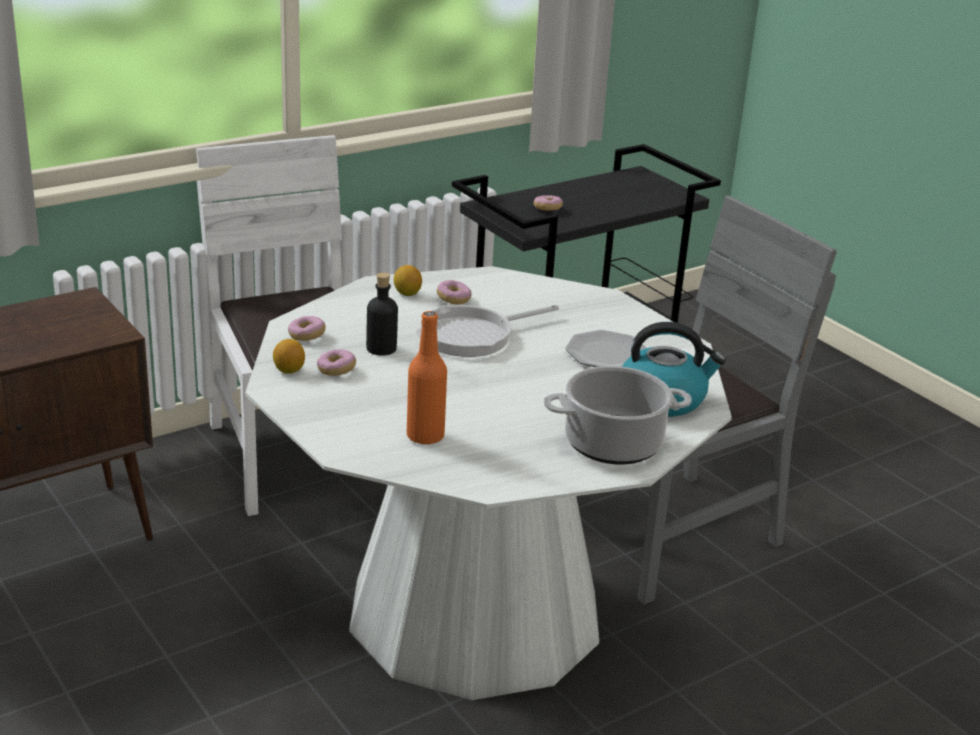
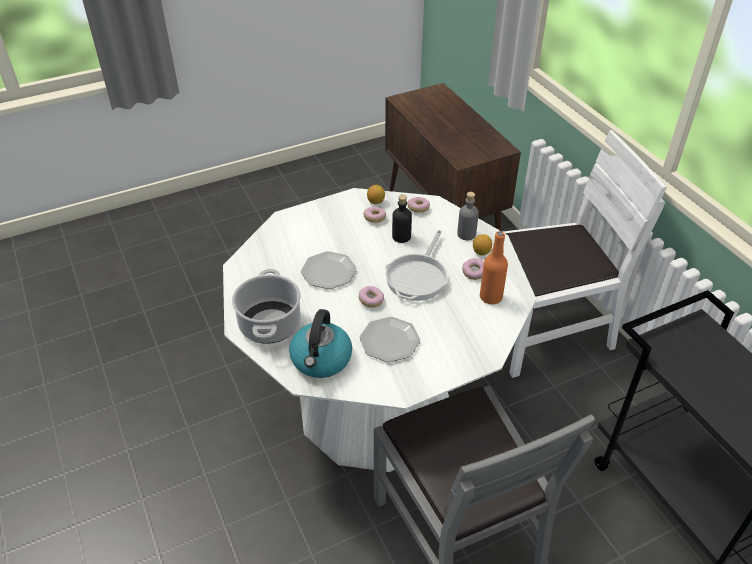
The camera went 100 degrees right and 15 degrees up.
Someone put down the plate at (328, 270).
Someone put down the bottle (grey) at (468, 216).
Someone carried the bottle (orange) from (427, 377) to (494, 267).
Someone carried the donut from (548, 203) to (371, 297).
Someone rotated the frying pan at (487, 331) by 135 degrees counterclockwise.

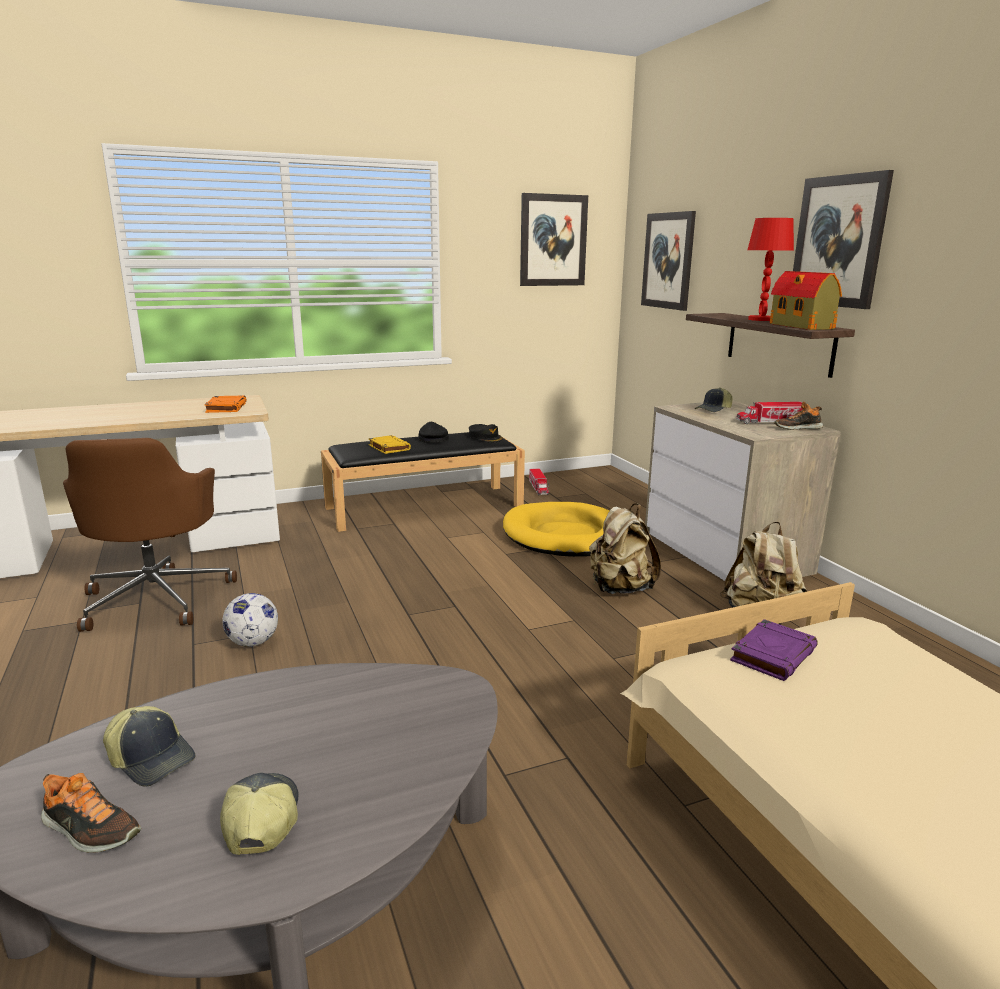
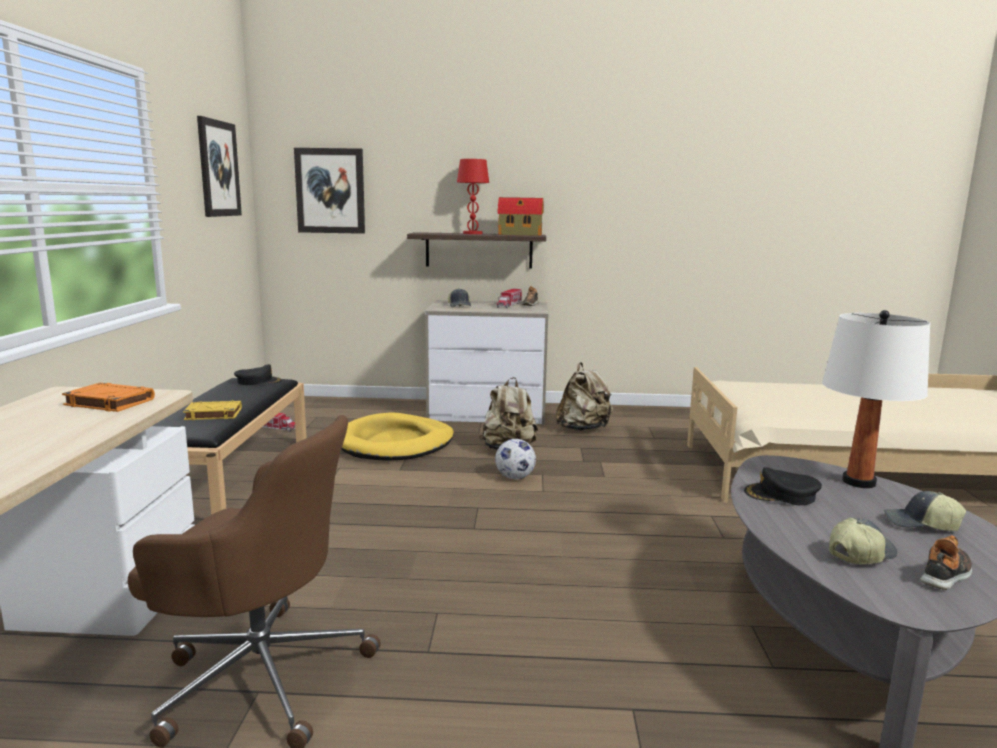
The camera went 65 degrees left and 5 degrees down.
Someone took away the book (purple) at (774, 650).
Someone took away the picture at (843, 239).
Someone put down the table lamp (white) at (876, 399).
Someone carried the football from (250, 620) to (515, 459).
Someone carried the cap (black) from (433, 432) to (783, 486).

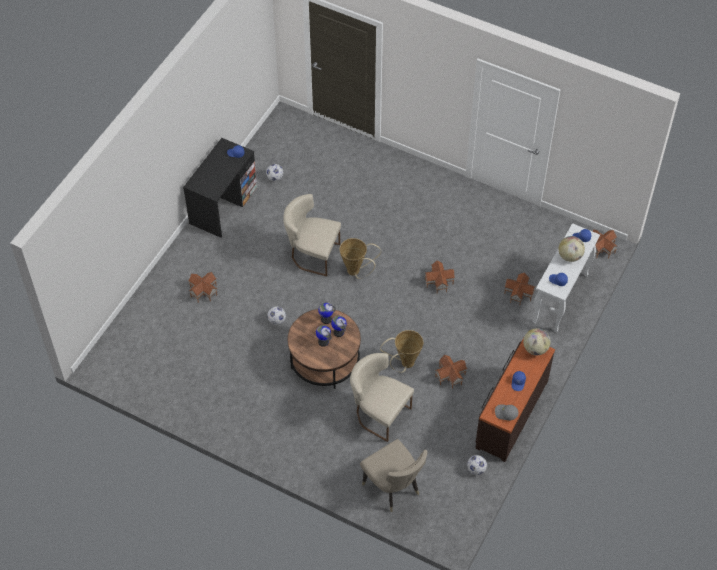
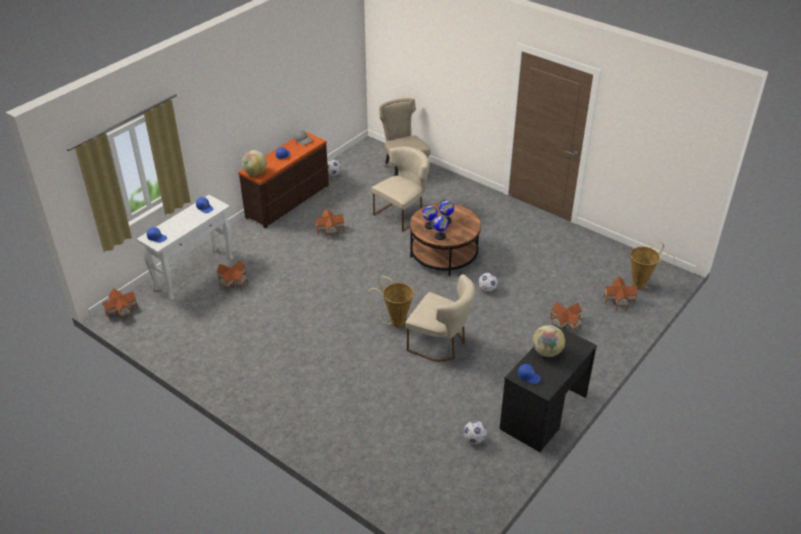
The camera went 170 degrees left and 15 degrees down.
Someone carried the basket from (401, 351) to (652, 266).
Someone carried the toy house from (440, 276) to (620, 294).
Someone carried the globe from (571, 249) to (549, 341).
Someone rotated the chair (beige) at (382, 397) by 90 degrees counterclockwise.

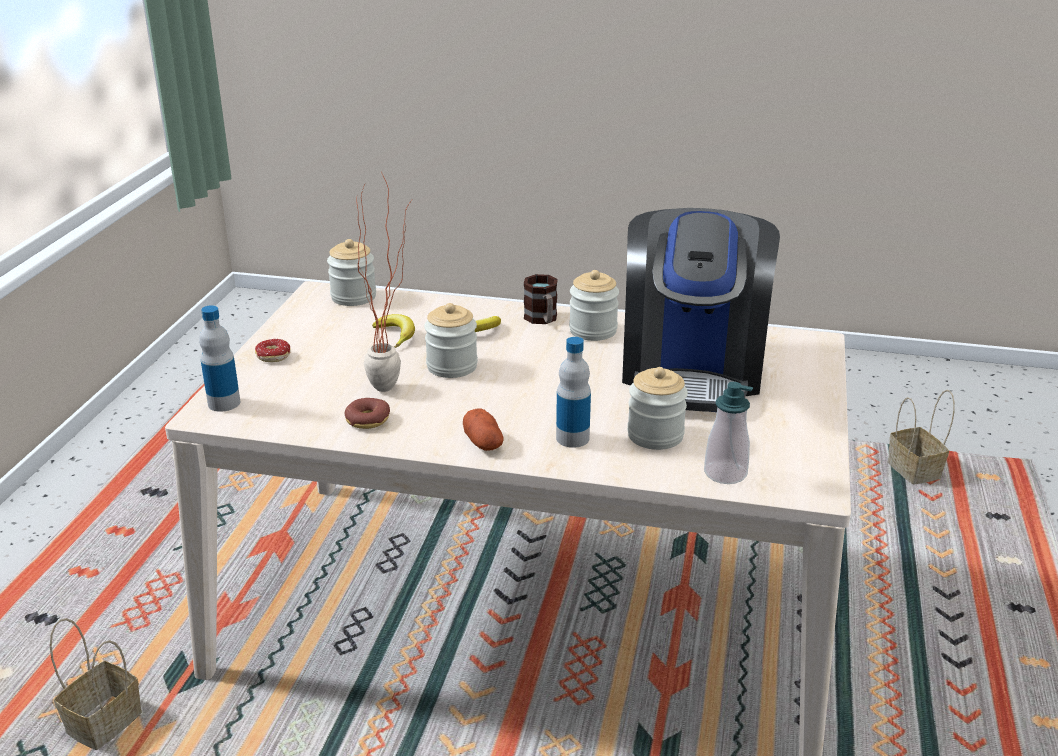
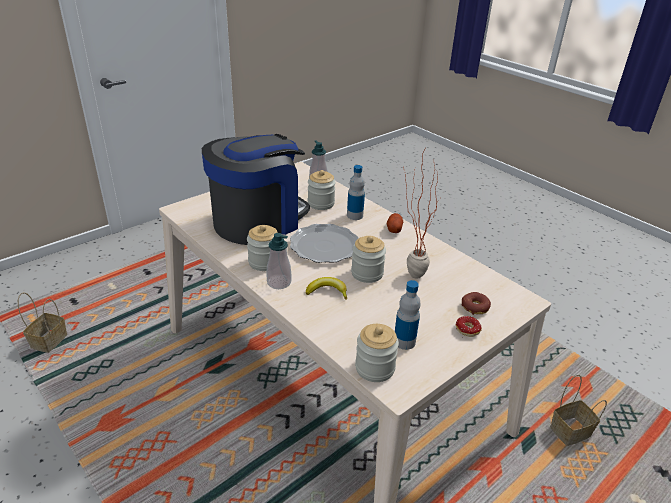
The camera went 145 degrees left and 5 degrees up.
Someone took away the banana at (393, 331).
Someone put down the plate at (324, 243).
Someone carried the bottle from (219, 358) to (408, 315).
Someone carried the donut from (367, 413) to (476, 303).
Someone swapped the mug at (541, 299) for the soap dispenser at (279, 261).

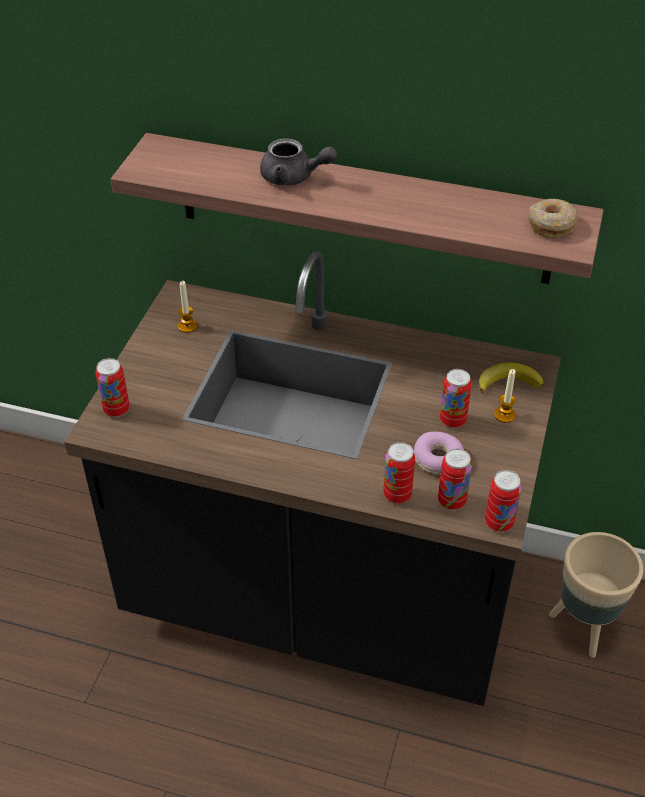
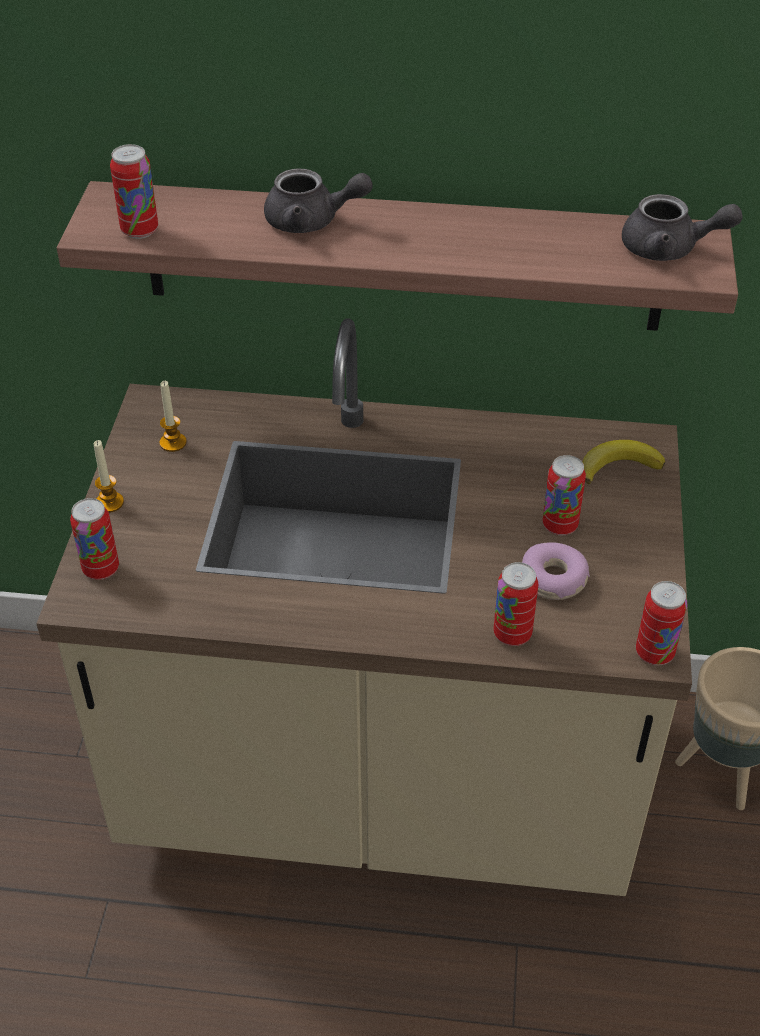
The camera went 10 degrees left and 0 degrees up.
Someone carried the can from (455, 479) to (134, 191).
Someone carried the candle from (505, 396) to (109, 476).
Someone swapped the donut at (553, 218) for the teapot (grey) at (682, 227).
Someone repainted the counter (black) at (312, 478), which became the counter (beige) at (364, 607).

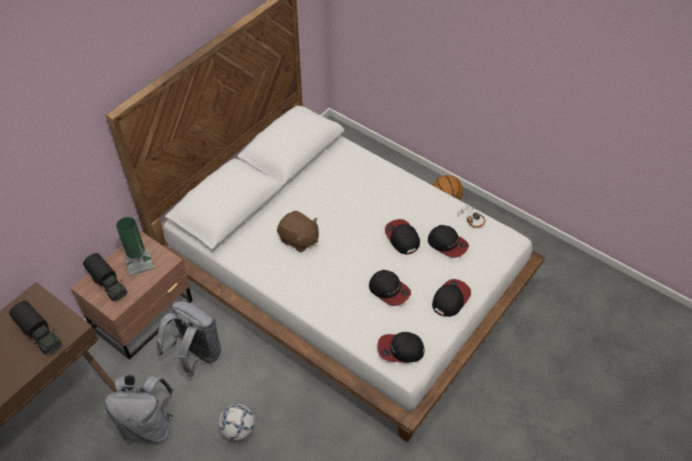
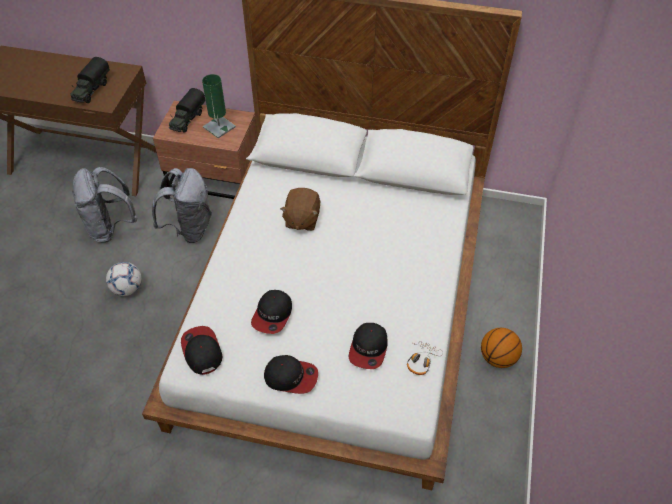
The camera went 65 degrees right and 0 degrees up.
Someone took away the cap at (402, 236).

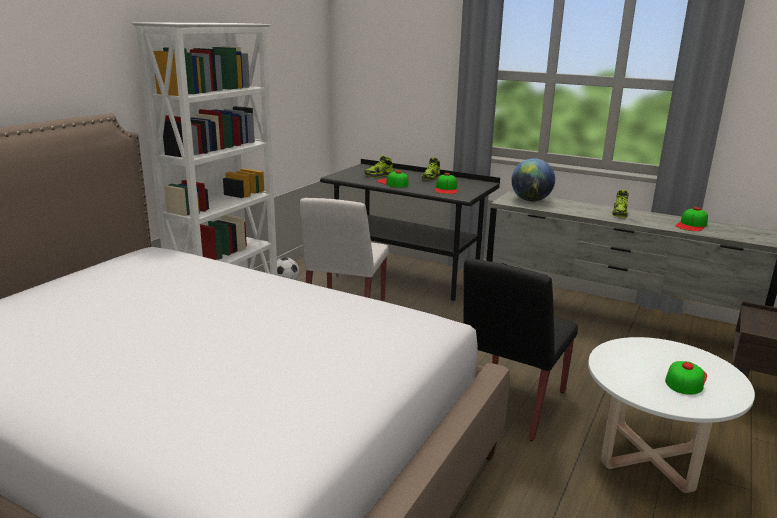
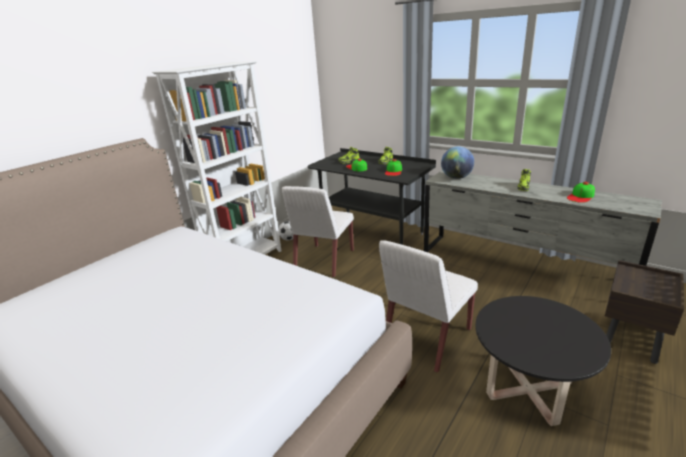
The camera went 10 degrees right and 5 degrees up.
Someone took away the cap at (686, 378).
Someone repainted the chair (black) at (520, 349), which became the chair (white) at (428, 306).
Someone repainted the coffee table (white) at (671, 415), which became the coffee table (black) at (543, 361).

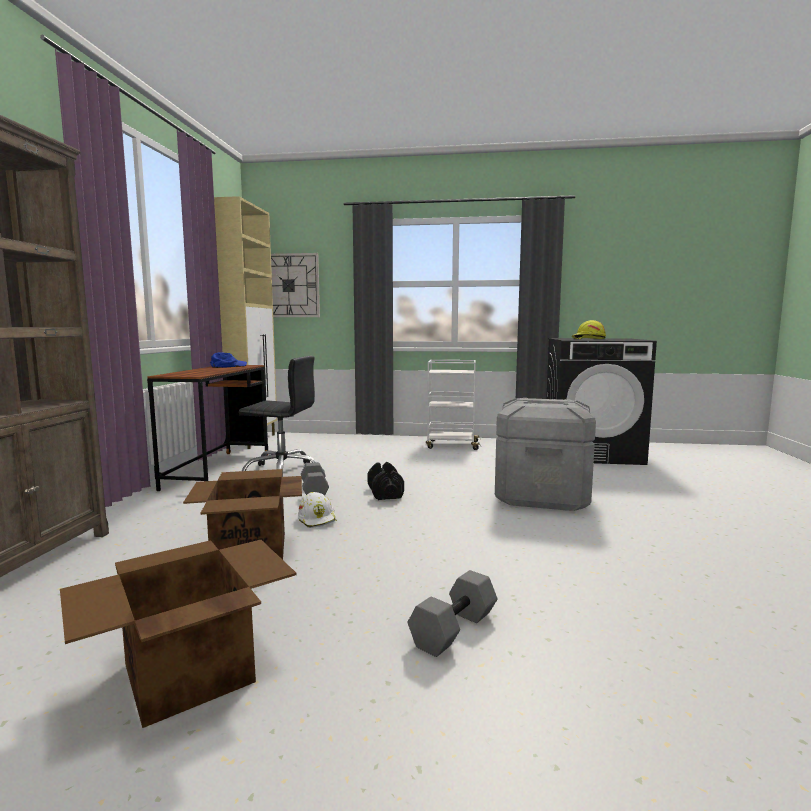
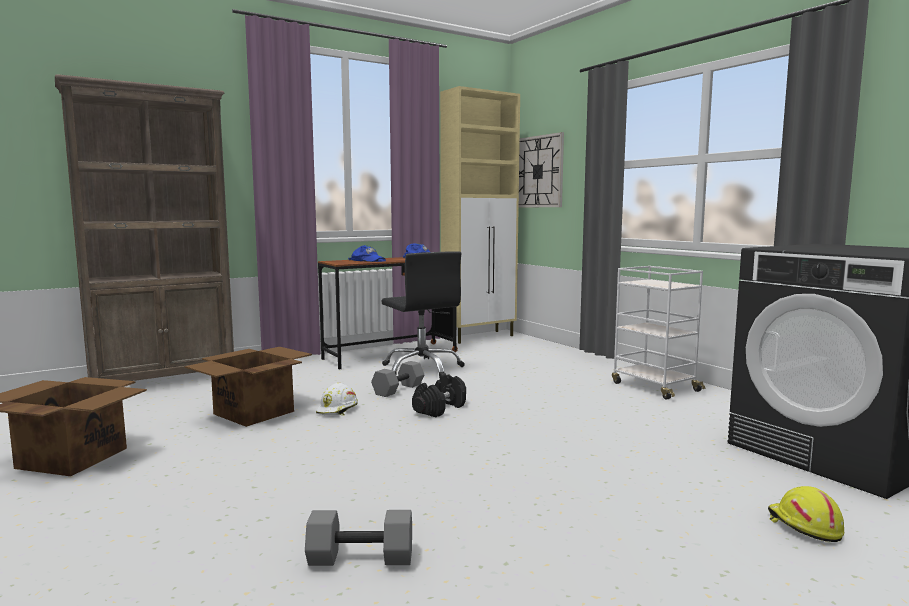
The camera went 50 degrees right and 0 degrees up.
Someone took away the storage box (grey) at (545, 454).
Someone put down the cap (blue) at (367, 253).
Someone carried the dumbbell (grey) from (452, 613) to (358, 538).
Someone carried the hard hat (yellow) from (589, 329) to (806, 514).

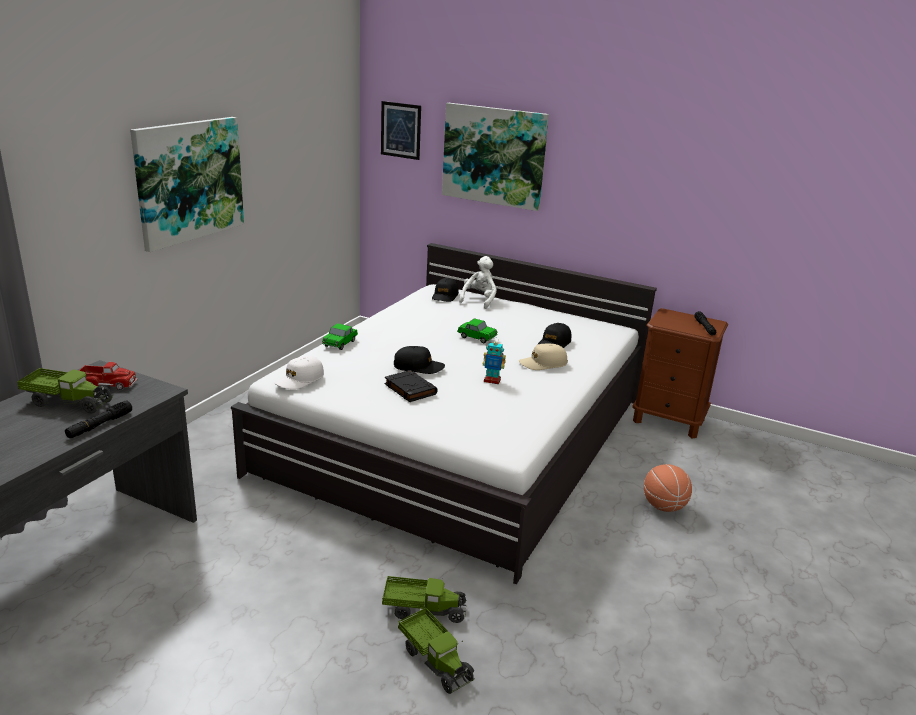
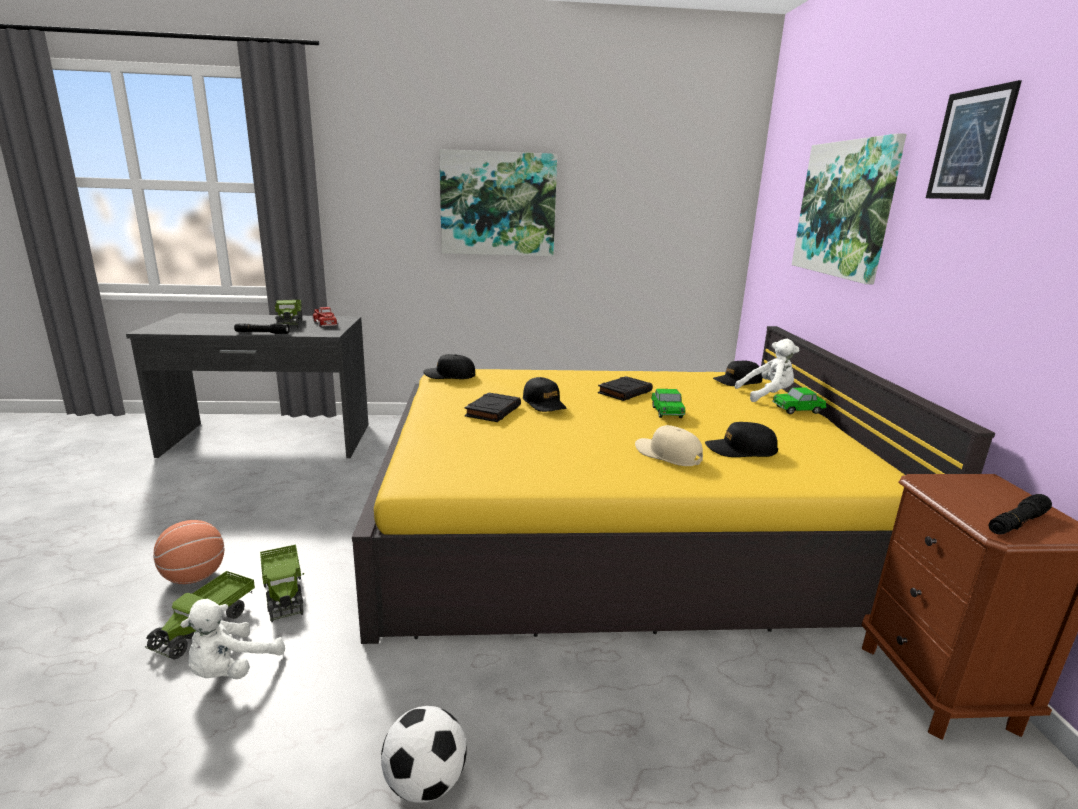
The camera went 60 degrees right and 5 degrees down.
Someone took away the toy robot at (494, 361).
Someone put down the plush toy (white) at (232, 639).
Someone put down the football at (424, 754).
Someone put down the book (black) at (625, 388).
Someone carried the toy car from (340, 336) to (799, 400).
Someone carried the picture from (401, 130) to (974, 140).
Someone carried the basketball from (668, 488) to (188, 552).
Someone repainted the bed (white) at (444, 413), which became the bed (yellow) at (673, 485).
Someone repainted the cap (white) at (299, 373), which became the cap (black) at (449, 366).

